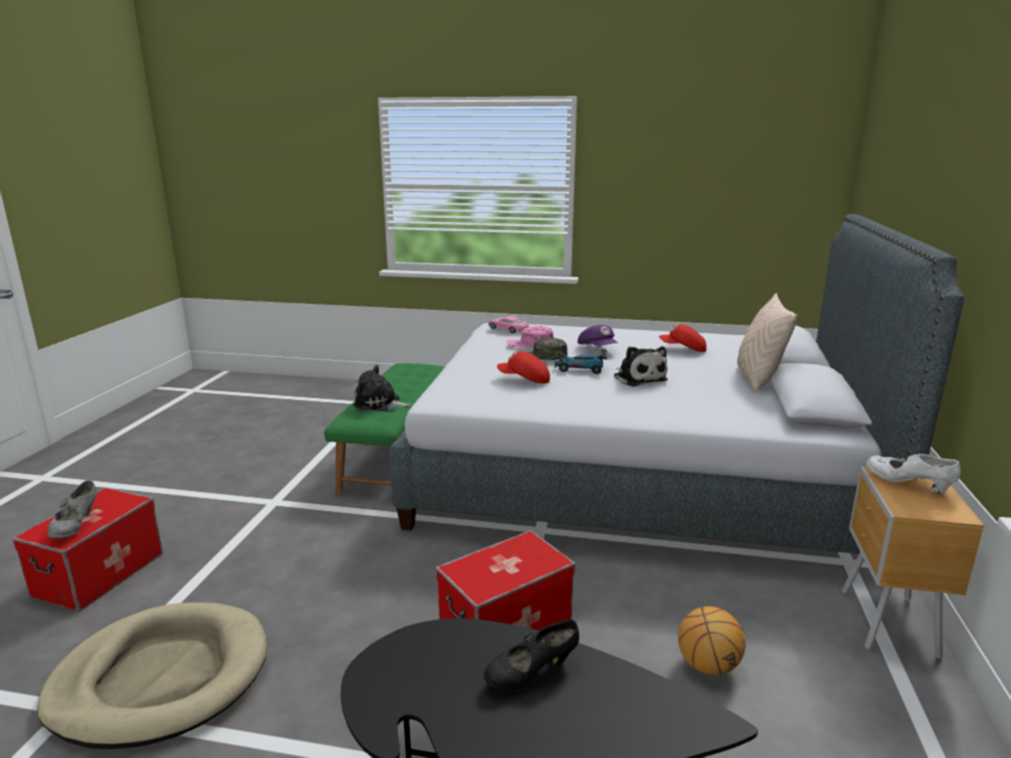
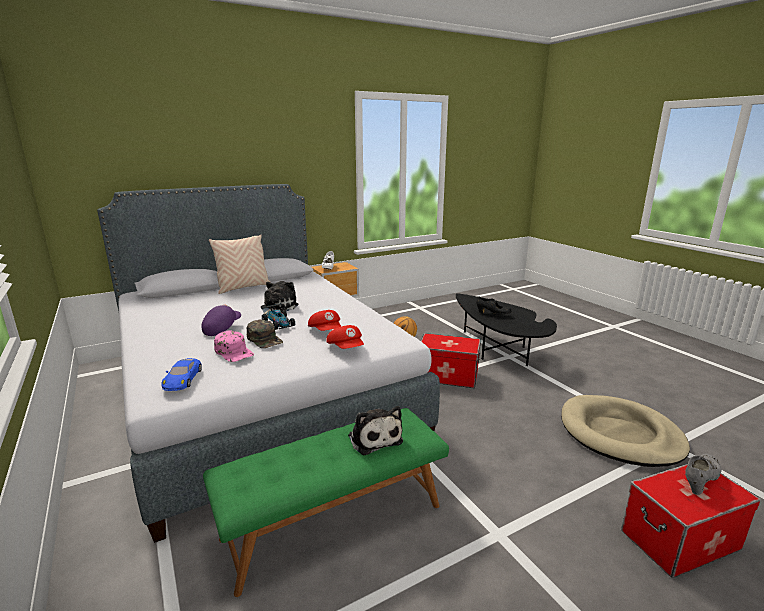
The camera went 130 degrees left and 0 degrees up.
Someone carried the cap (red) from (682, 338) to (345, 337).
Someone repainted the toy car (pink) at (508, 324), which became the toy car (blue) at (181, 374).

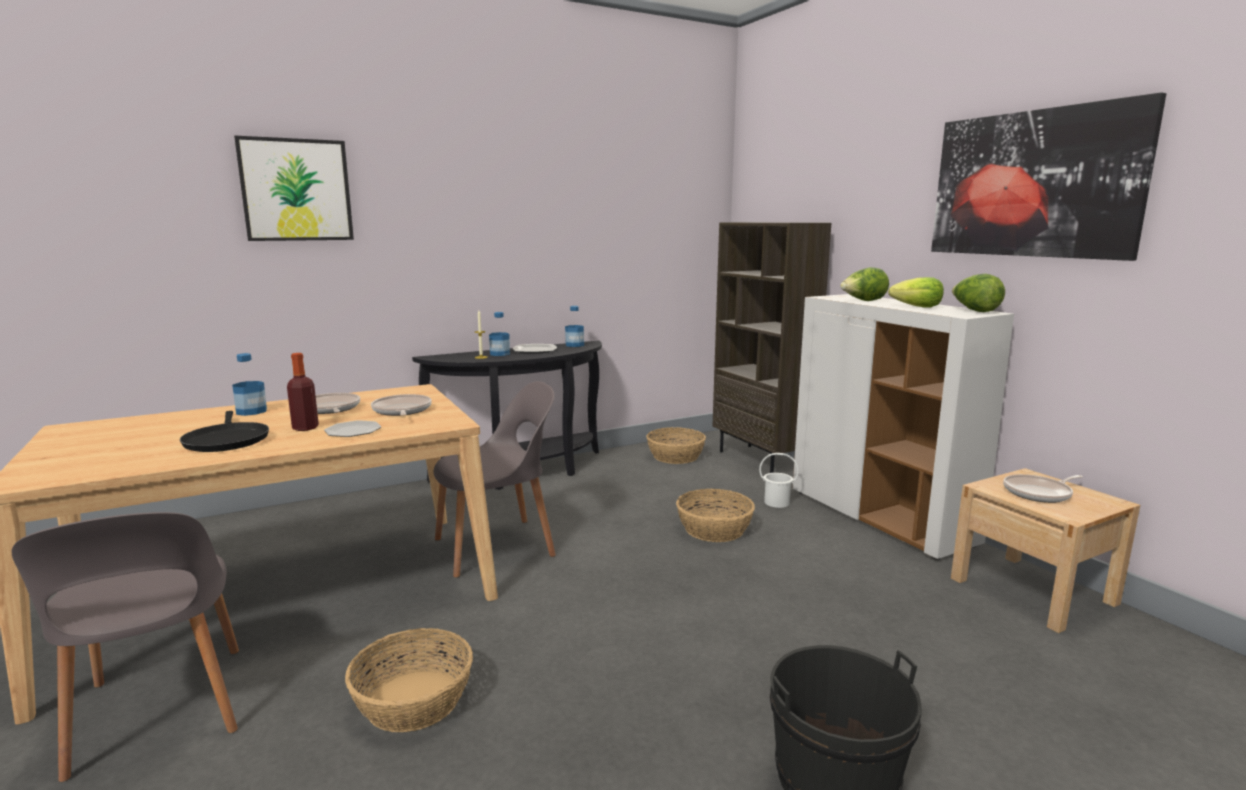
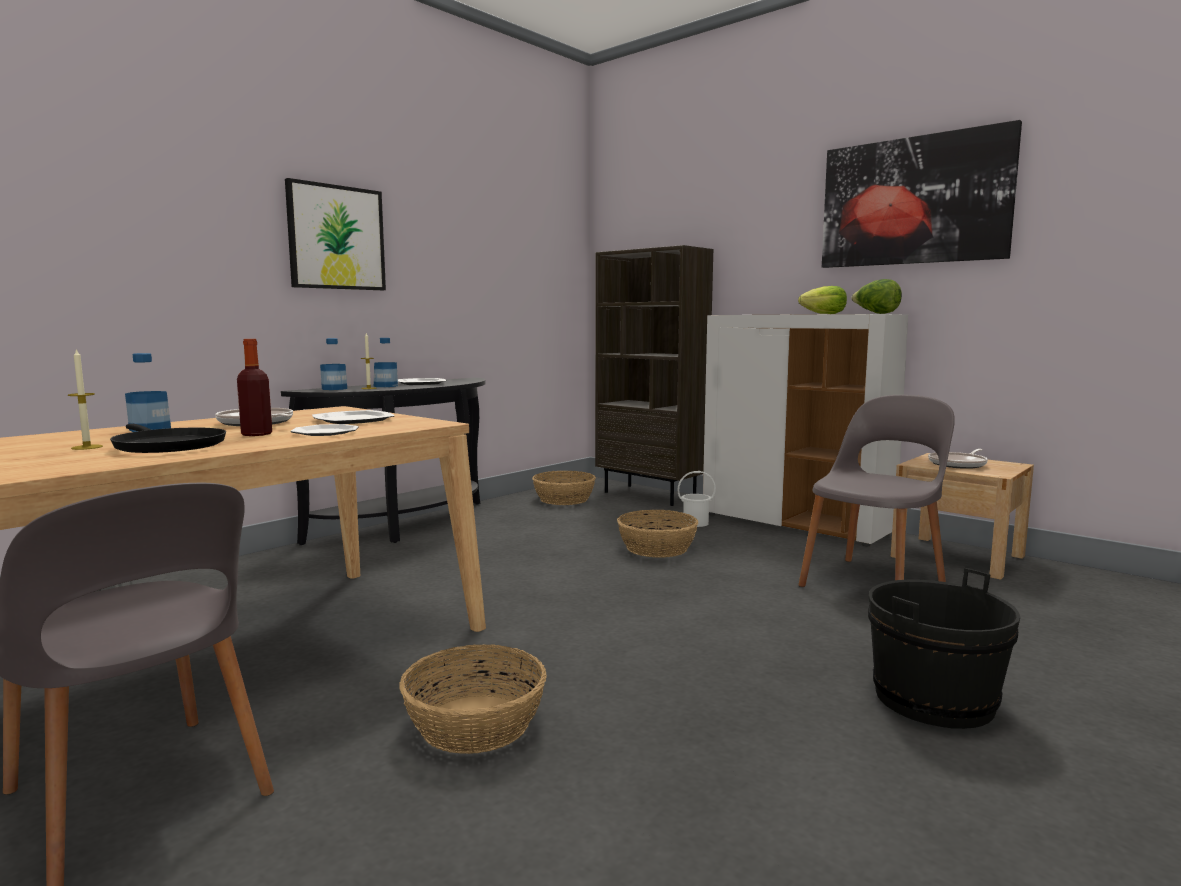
The camera went 20 degrees left and 5 degrees down.
Someone took away the lettuce at (864, 284).
Someone put down the candle at (85, 399).
Someone carried the picture from (294, 188) to (335, 234).
Someone carried the chair (grey) from (494, 479) to (876, 491).
Someone carried the bottle from (574, 326) to (333, 364).
Someone swapped the frying pan at (401, 405) for the plate at (353, 417).

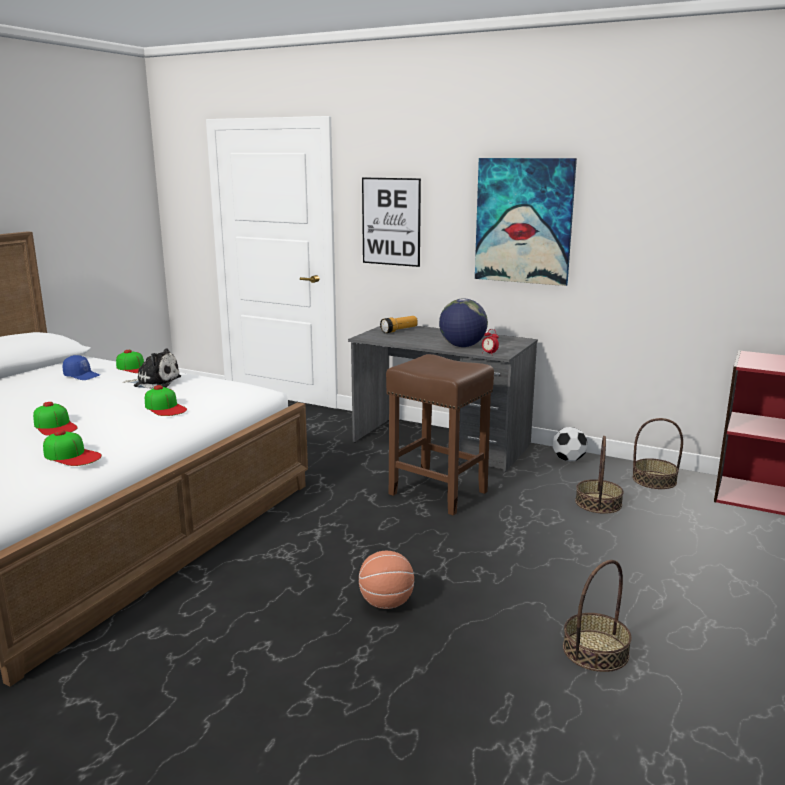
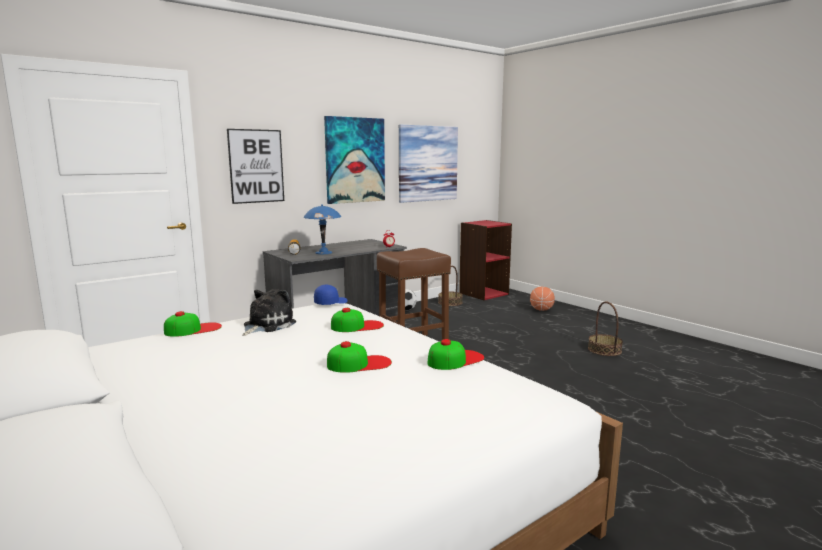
The camera went 65 degrees left and 5 degrees down.
Someone took away the globe at (463, 322).
Someone took away the basket at (599, 475).
Someone put down the table lamp (blue) at (322, 229).
Someone put up the picture at (428, 164).
Someone carried the cap (blue) from (81, 367) to (330, 295).
Someone carried the basketball from (386, 580) to (542, 299).

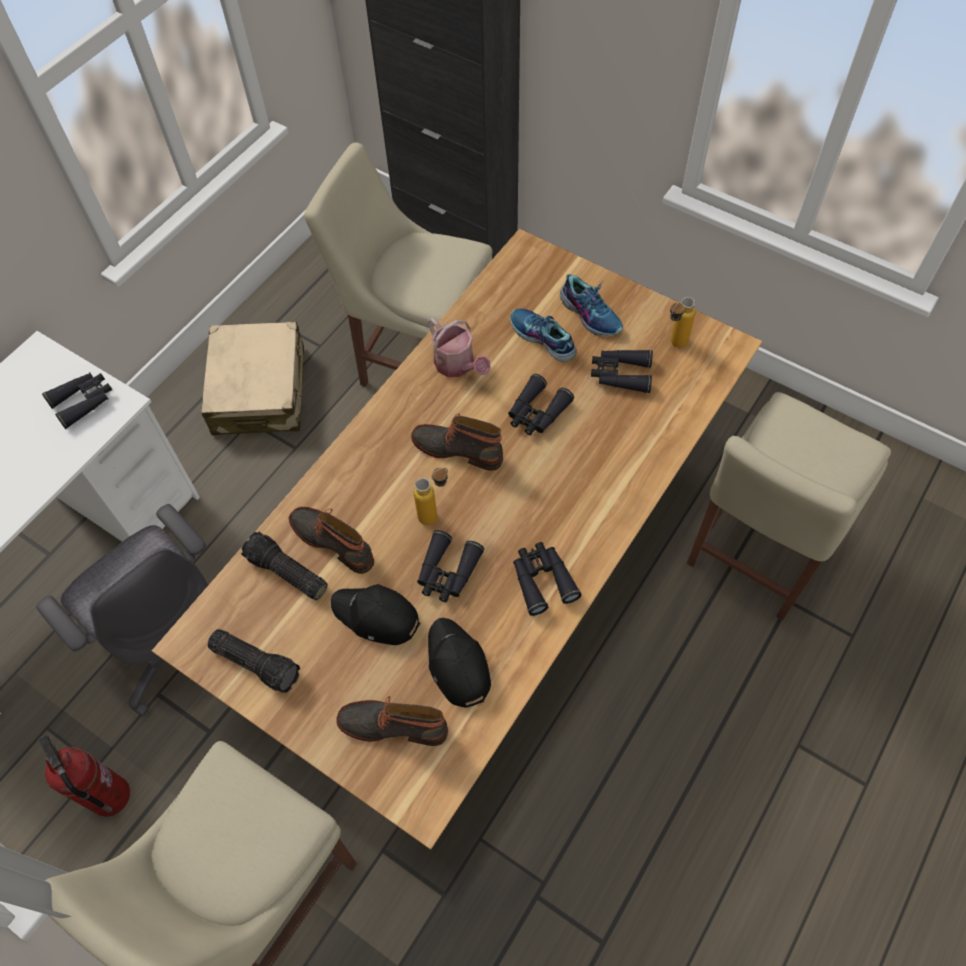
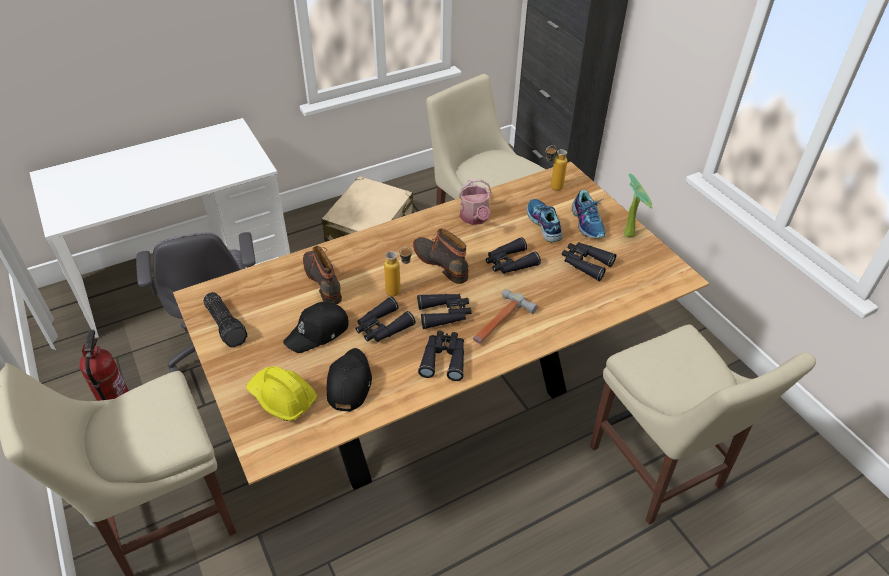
The camera went 25 degrees right and 15 degrees down.
Someone took away the flashlight at (284, 565).
Someone put down the hammer at (505, 316).
Someone put down the potted plant at (638, 205).
Someone carried the binoculars (black) from (77, 400) to (444, 311).
Someone carried the bottle from (683, 322) to (556, 168).
Someone swapped the boot at (392, 721) for the hard hat (yellow) at (281, 393).
Someone rotated the cap (black) at (375, 614) by 90 degrees counterclockwise.
Someone rotated the chair (beige) at (789, 506) by 90 degrees counterclockwise.

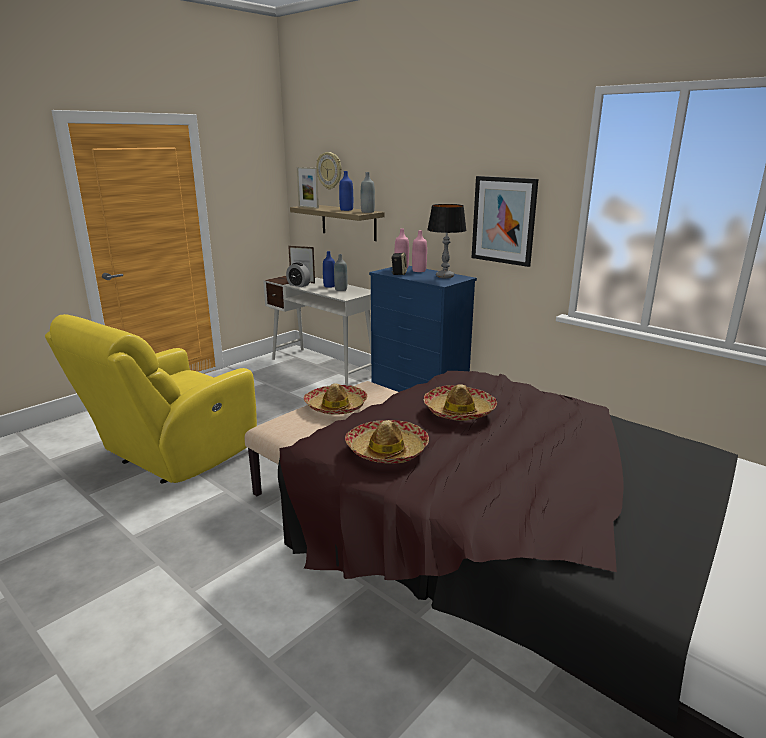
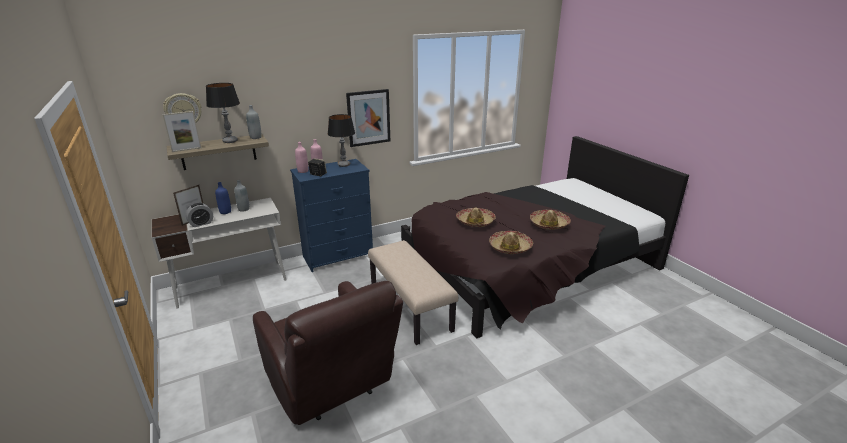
The camera went 70 degrees left and 5 degrees up.
Someone carried the hat from (335, 399) to (550, 220).
Someone swapped the bottle (blue) at (346, 191) for the table lamp at (223, 113).
Someone repainted the armchair (yellow) at (151, 399), which became the armchair (brown) at (328, 353).

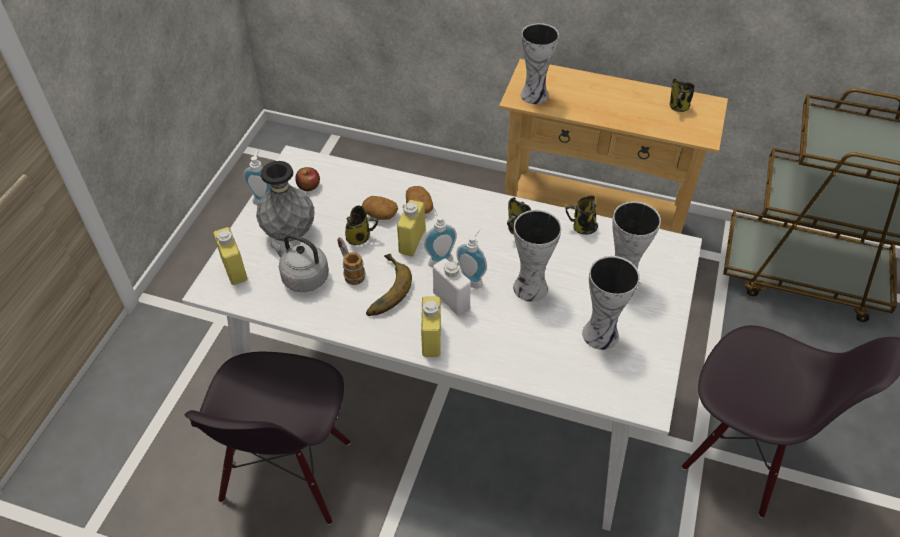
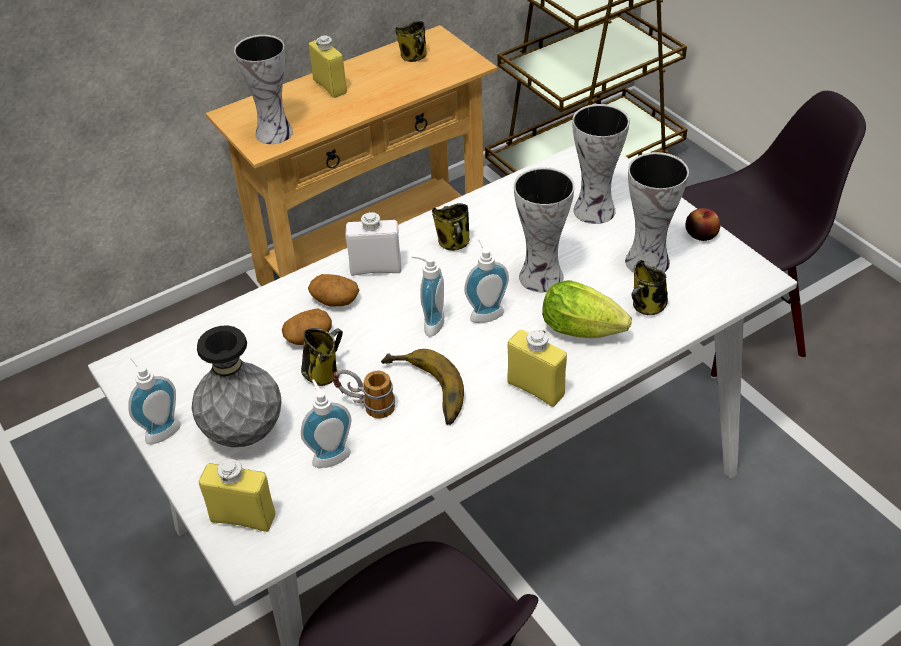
The camera went 50 degrees left and 5 degrees down.
Someone put down the lettuce at (587, 309).
Someone carried the apple from (307, 179) to (702, 224).
Someone carried the bottle (yellow) from (411, 228) to (328, 66).
Someone carried the bottle (white) from (452, 287) to (373, 244).
Someone carried the mug from (581, 215) to (650, 287).
Someone swapped the kettle (grey) at (300, 263) for the soap dispenser at (326, 423).

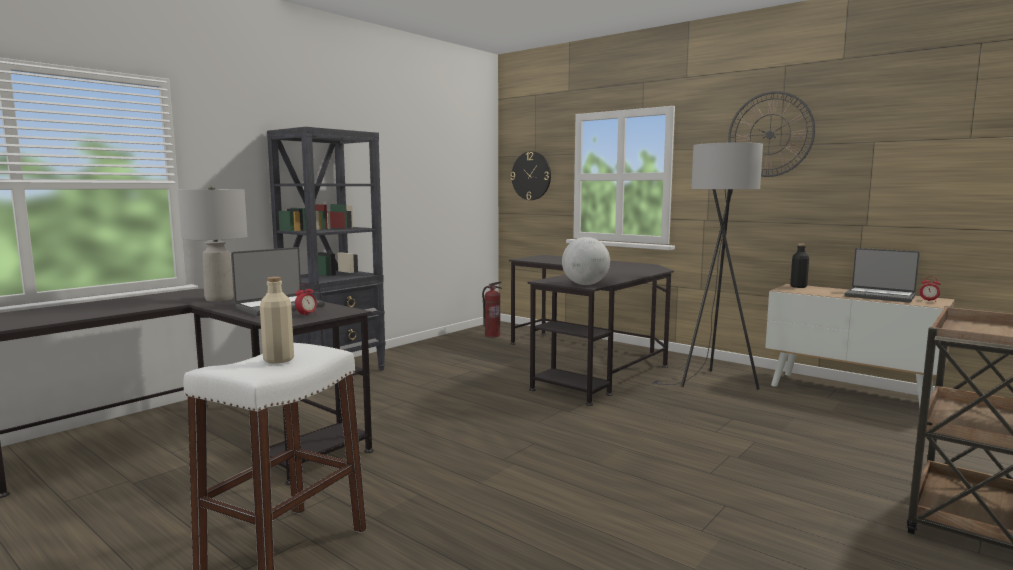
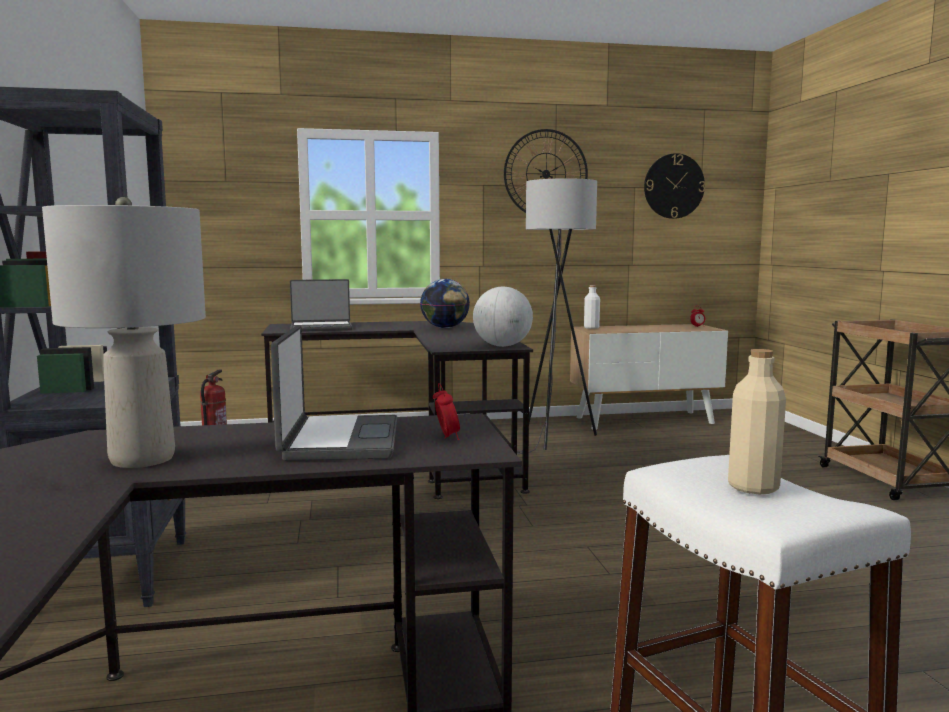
The camera went 50 degrees left and 0 degrees up.
Someone put down the globe at (445, 303).
Someone carried the wall clock from (531, 175) to (674, 186).
Someone carried the laptop from (882, 275) to (321, 305).
Someone repainted the bottle (black) at (799, 266), which became the bottle (white) at (592, 307).

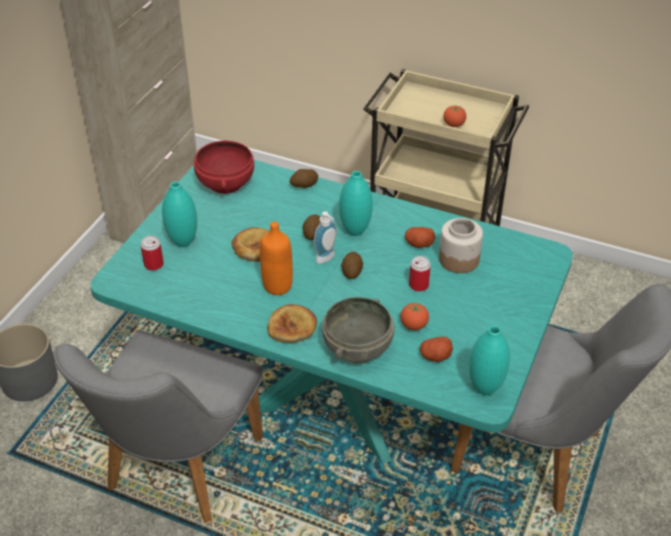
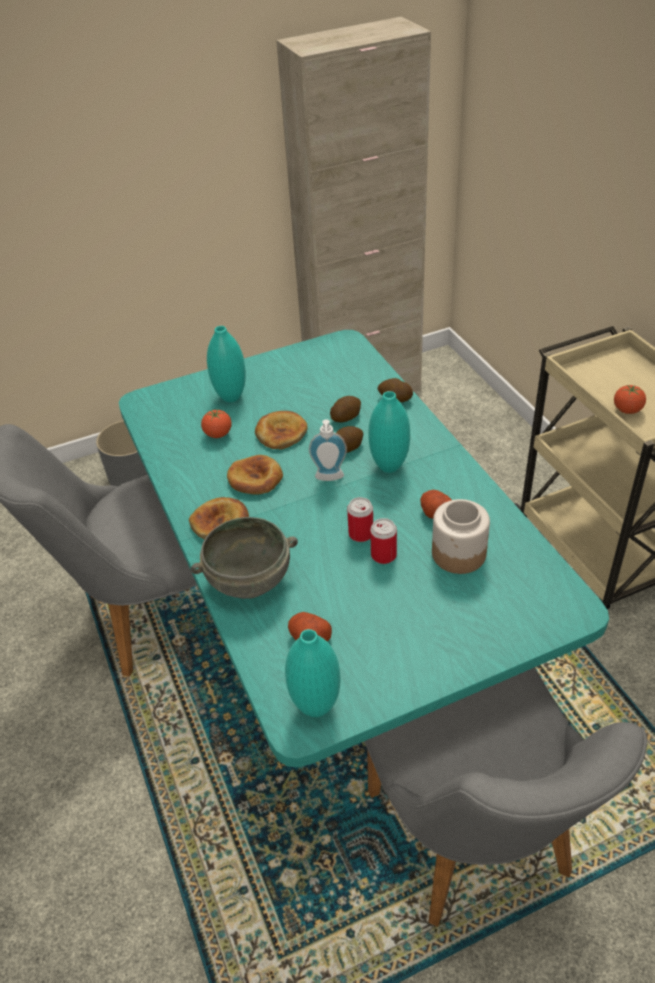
The camera went 45 degrees right and 0 degrees up.
Someone took away the bowl (red) at (224, 167).
Someone carried the can from (152, 253) to (360, 519).
Someone carried the potato from (352, 265) to (345, 409).
Someone carried the tomato from (414, 316) to (216, 424).
Someone swapped the bottle (orange) at (276, 258) for the bread at (255, 475).

